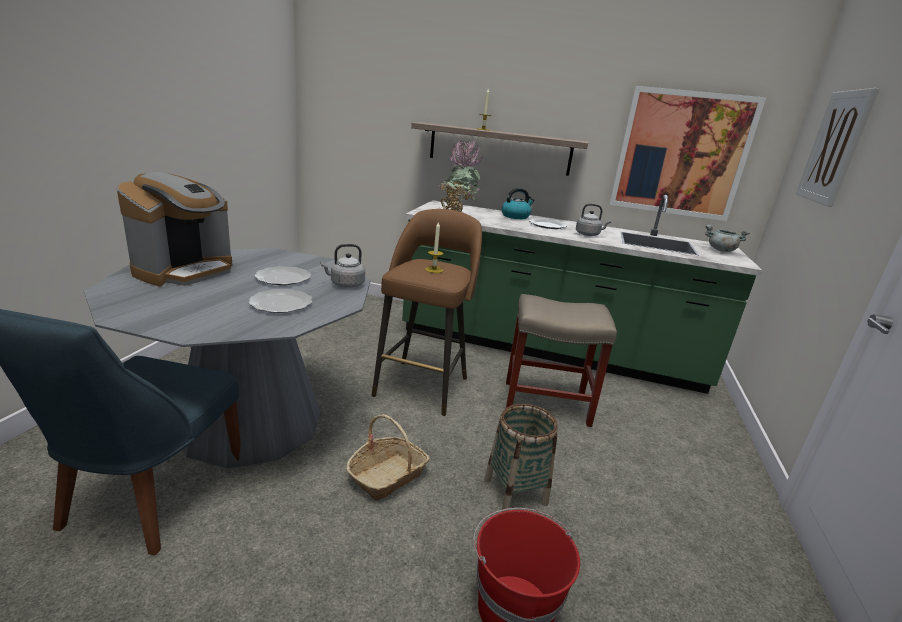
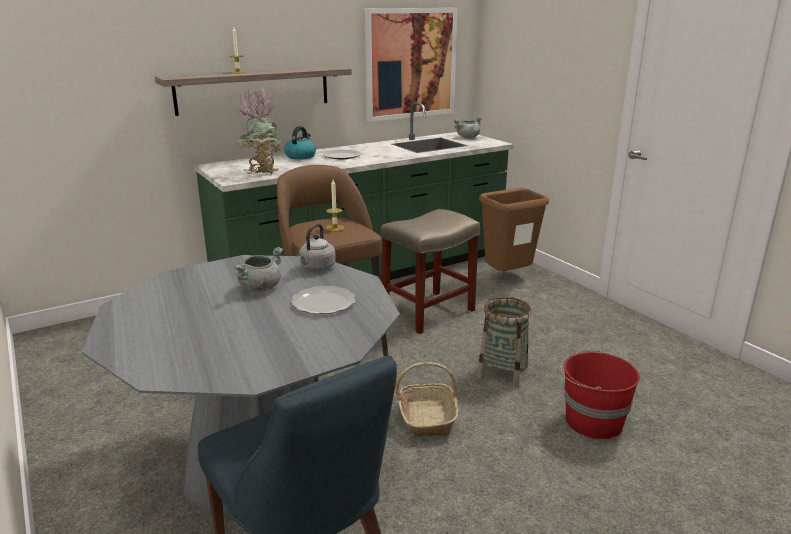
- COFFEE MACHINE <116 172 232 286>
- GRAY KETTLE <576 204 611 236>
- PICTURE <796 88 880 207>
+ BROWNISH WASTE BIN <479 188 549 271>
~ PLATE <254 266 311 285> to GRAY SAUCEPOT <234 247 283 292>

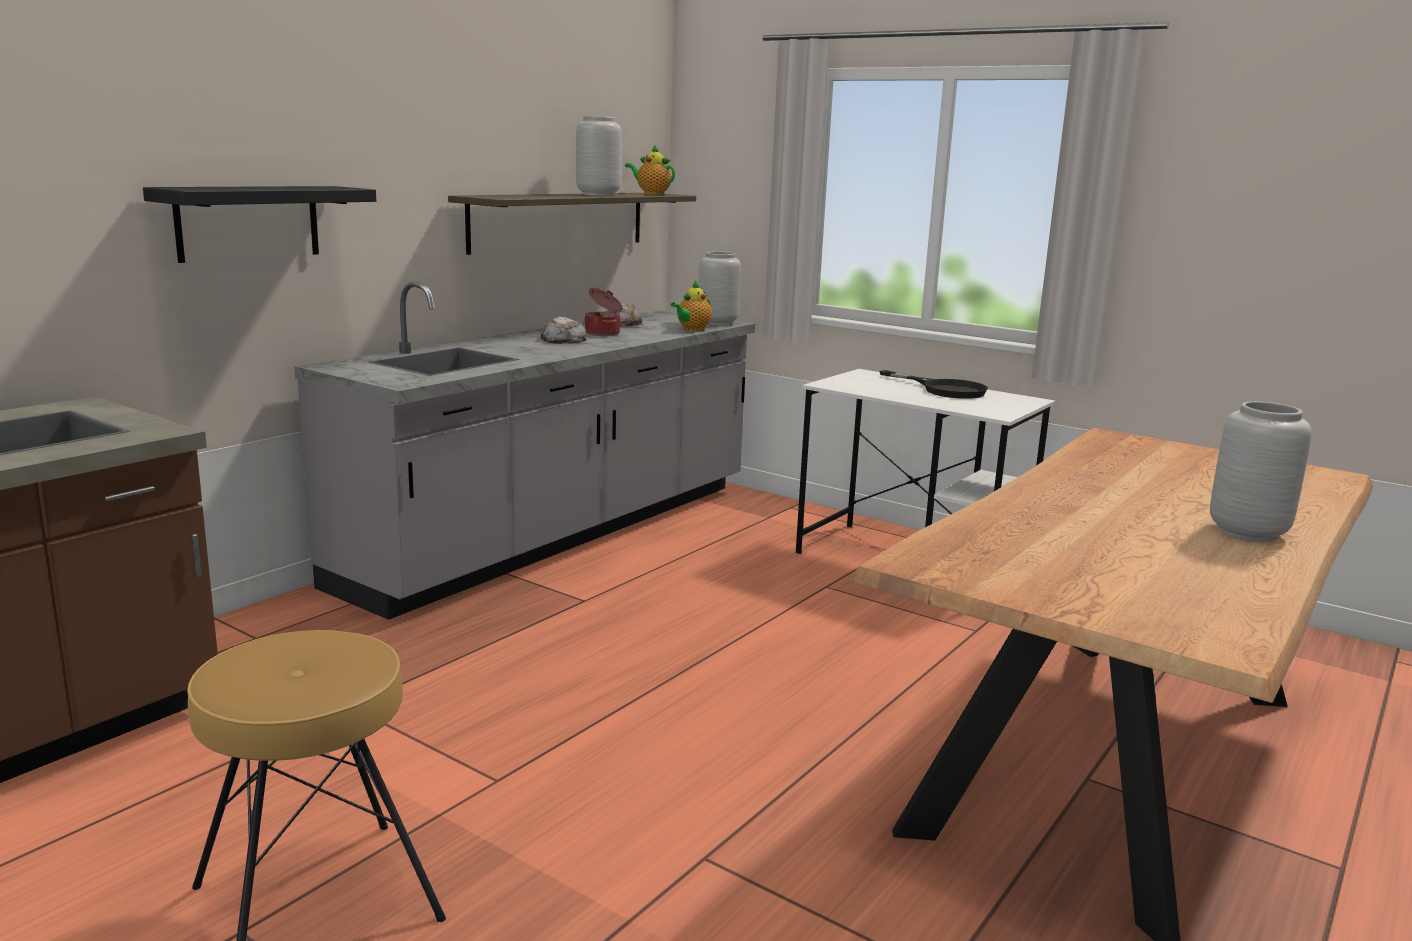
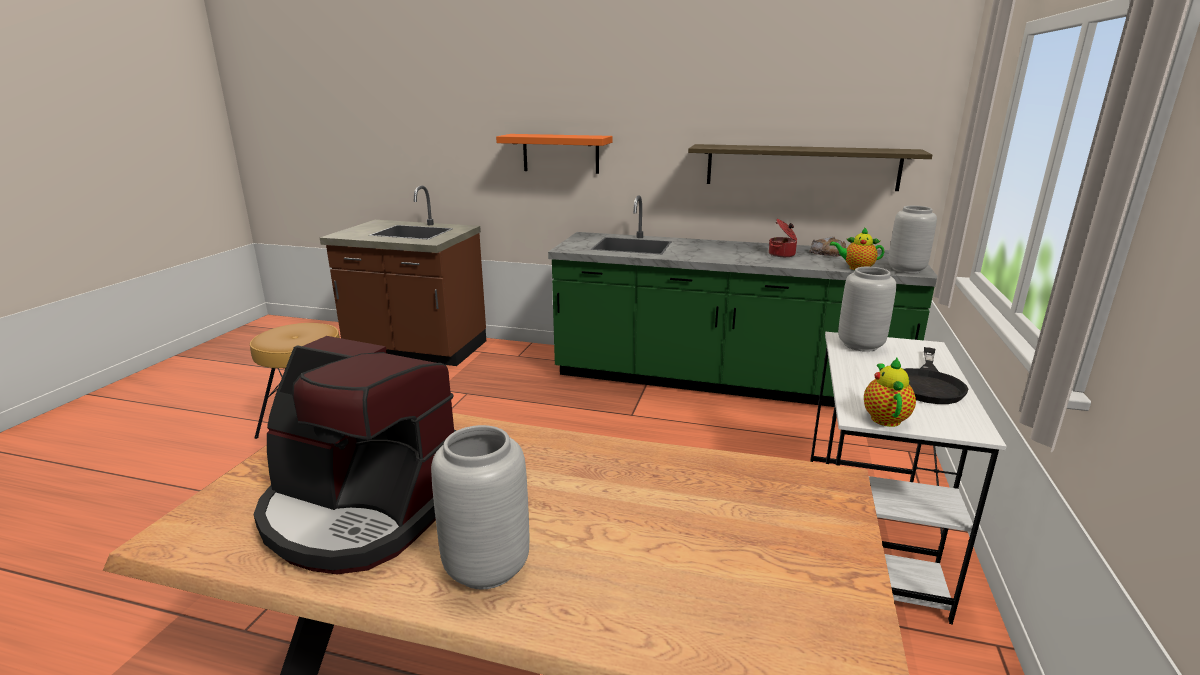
- BREAD <541 316 587 344>
+ COFFEE MACHINE <253 336 456 574>
~ GRAY FLOWER VASE <576 116 622 196> to <838 267 896 352>
~ POT FOR TEA <625 144 675 195> to <864 358 916 427>
~ BLACKISH SHELF <143 186 376 263> to ORANGE-COLOURED SHELF <496 134 612 174>
~ GRAY COUNTER <294 281 755 620> to GREEN-COLOURED COUNTER <548 195 937 407>

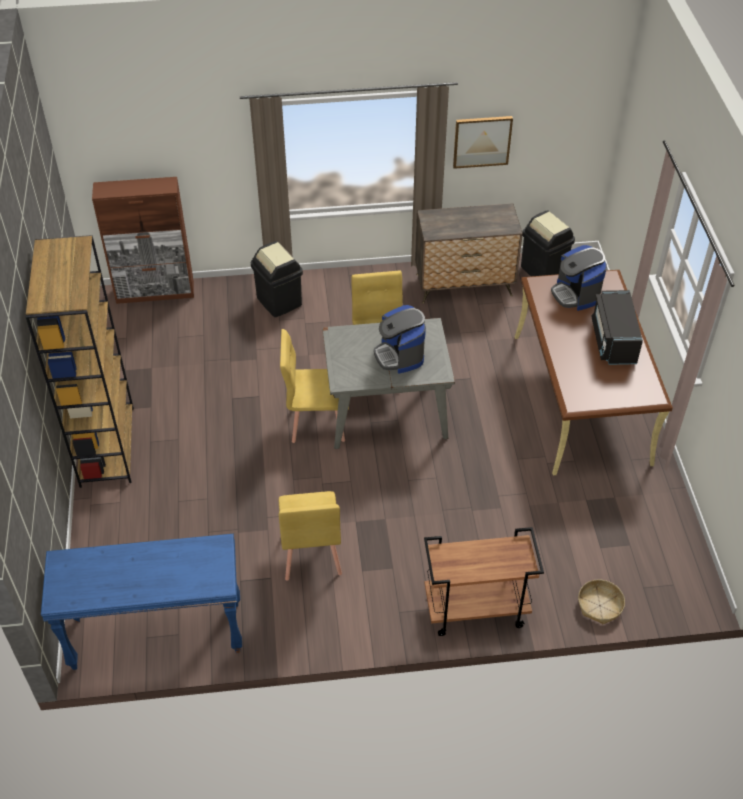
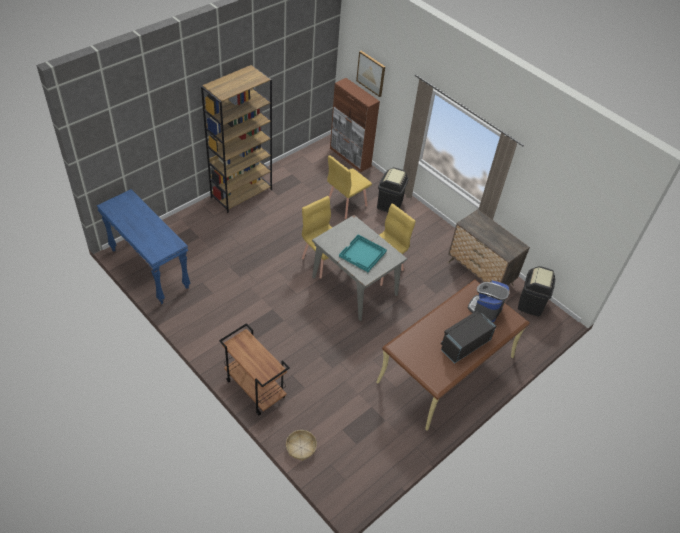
~ YELLOW-COLOURED UPRIGHT CHAIR <279 491 342 581> to <327 156 372 219>
~ PICTURE <453 116 513 169> to <356 51 385 97>
~ COFFEE MACHINE <374 305 426 374> to BLUE-GREEN SERVING TRAY <339 235 387 272>

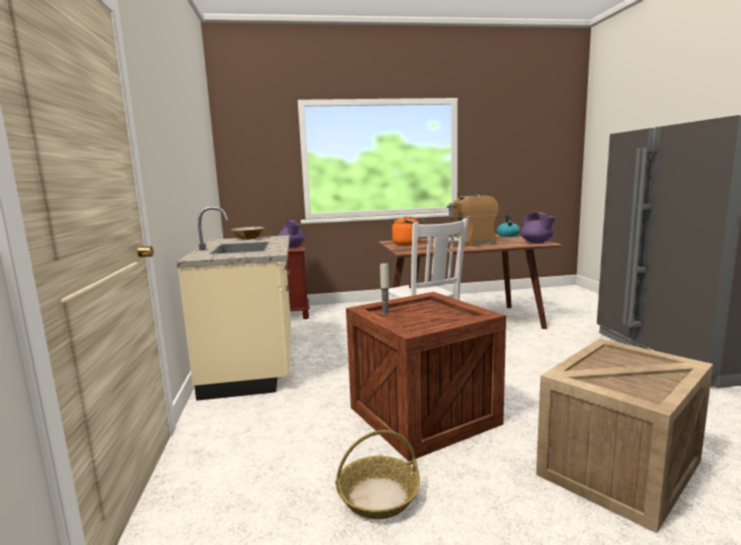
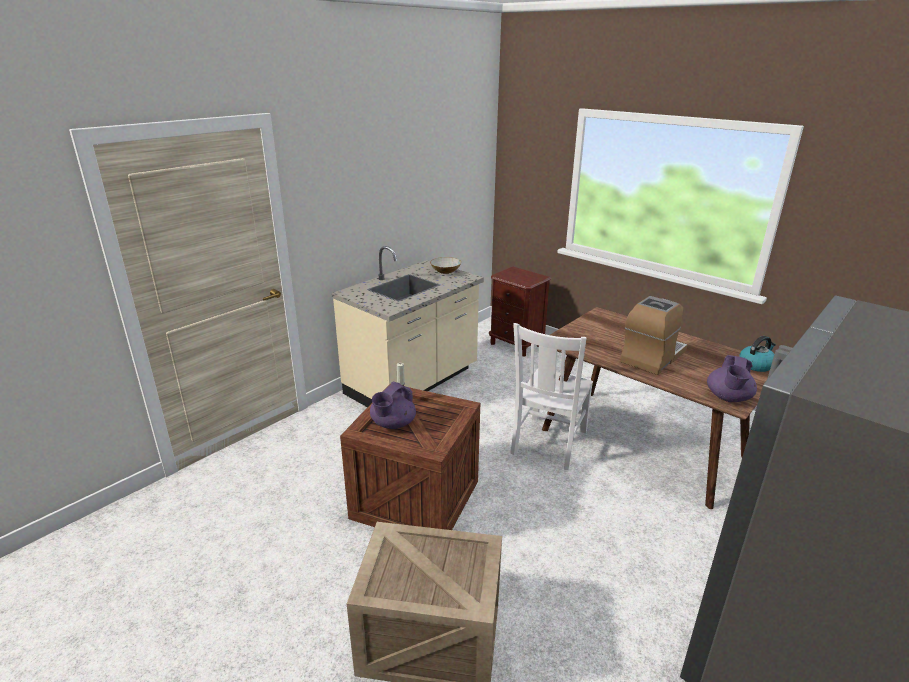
- BASKET <335 430 420 519>
- ORANGE-COLOURED KETTLE <392 216 424 245>
~ PURPLE-COLOURED POT FOR TEA <278 220 305 247> to <370 382 416 429>
~ COFFEE MACHINE <447 195 499 247> = <620 296 688 375> 90 degrees clockwise

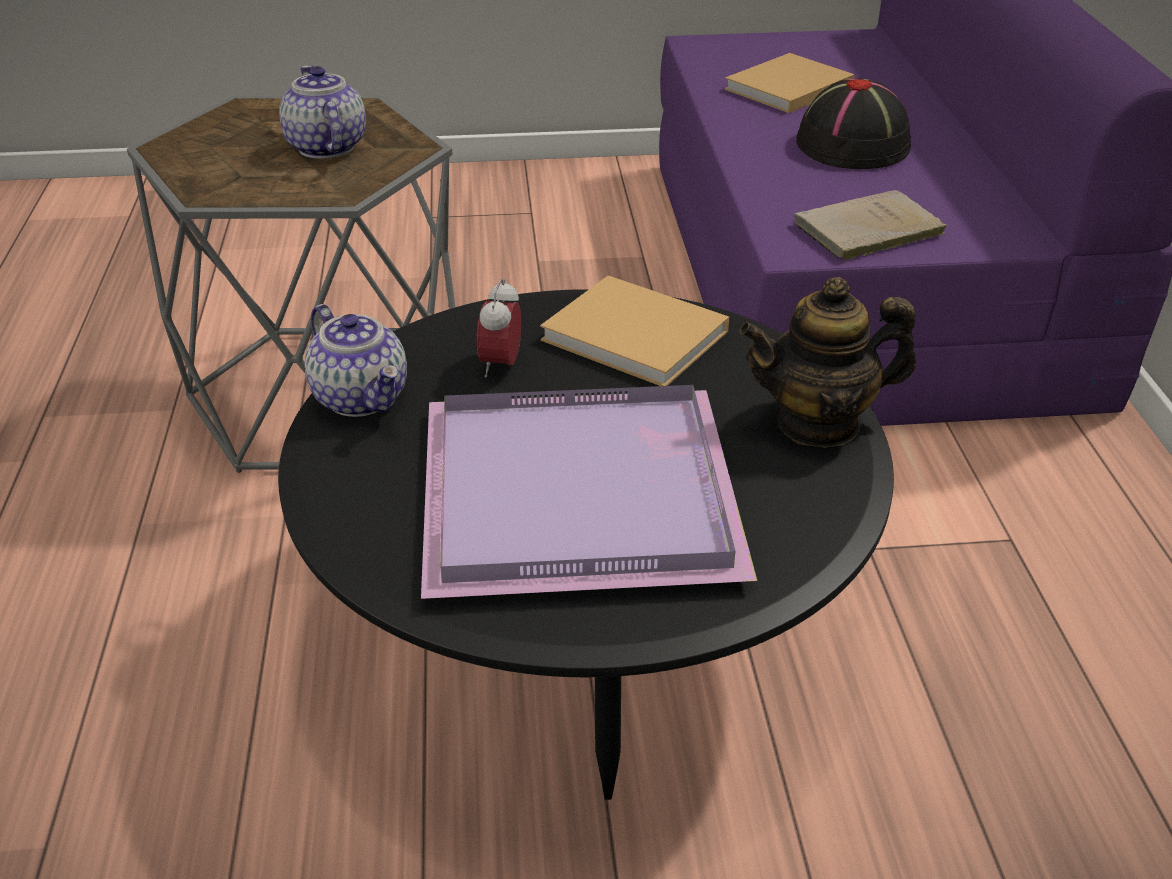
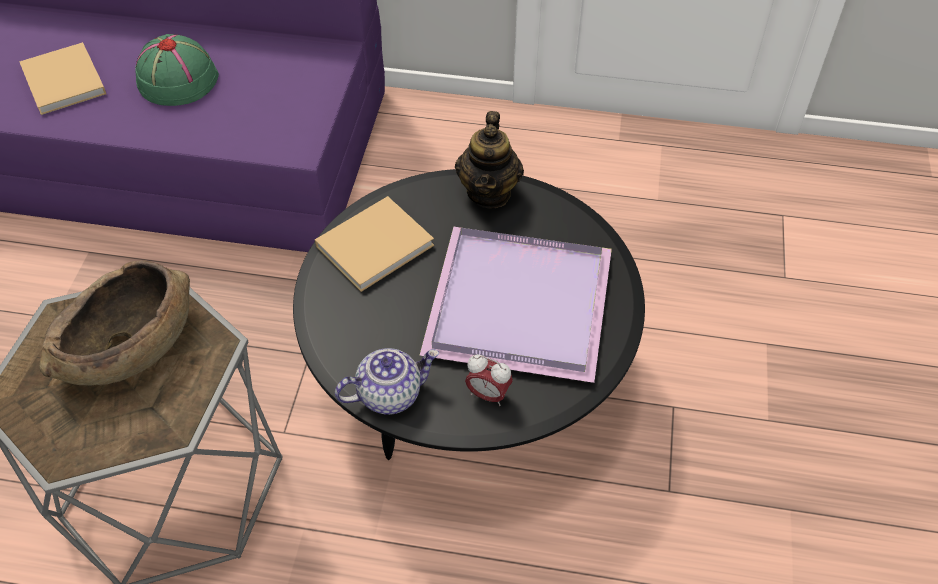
- BEIGE BOUND BOOK <794 190 947 262>
~ BEDSIDE CLOCK <476 278 521 377> to <465 354 513 406>
~ POT FOR TEA <279 65 366 159> to BROWNISH SERVING BOWL <39 260 190 385>
~ BLACKISH CLOTHING HAT <796 78 911 169> to GREEN-COLOURED CLOTHING HAT <135 34 219 106>

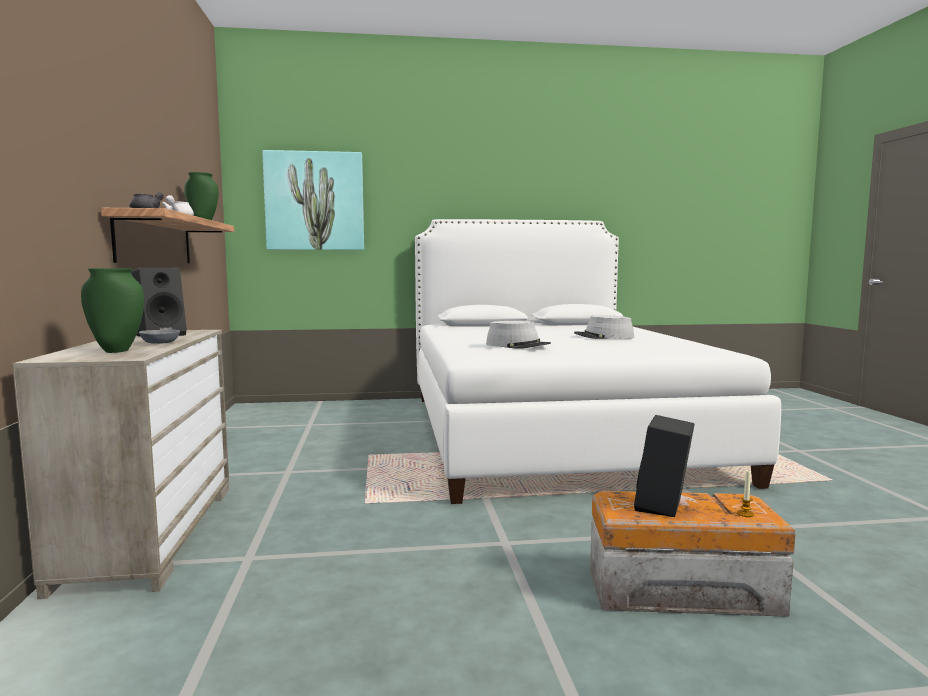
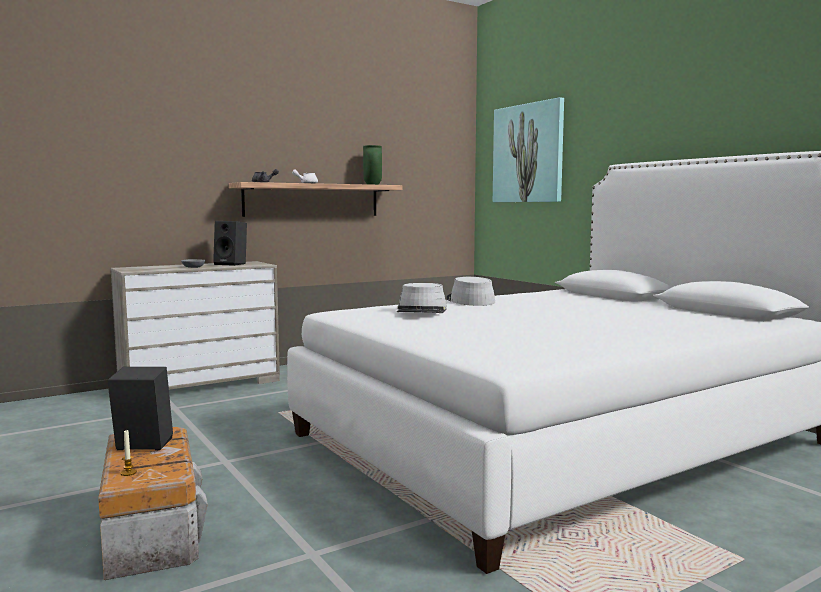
- GREEN-COLOURED FLOWER VASE <81 268 144 353>
~ GRAY CLOTHING HAT <574 315 634 339> to <447 277 495 306>

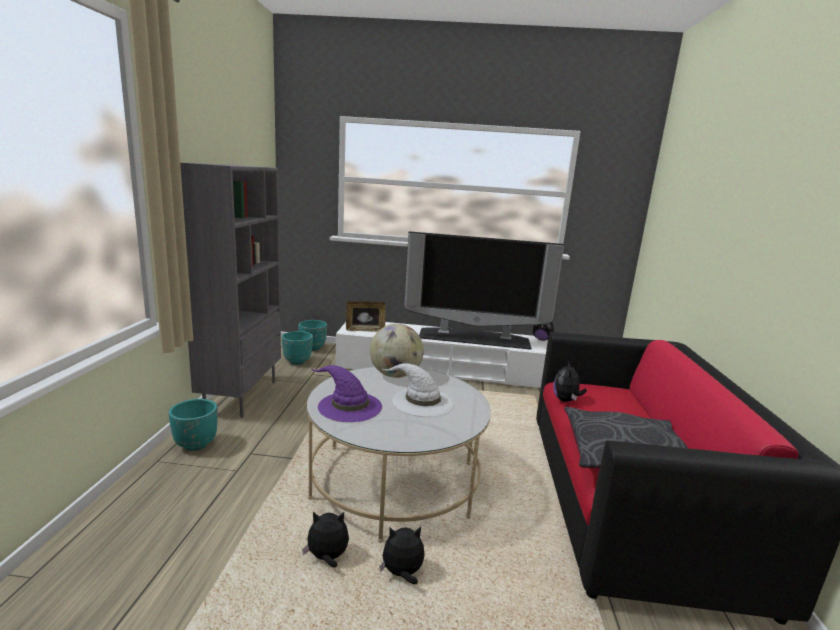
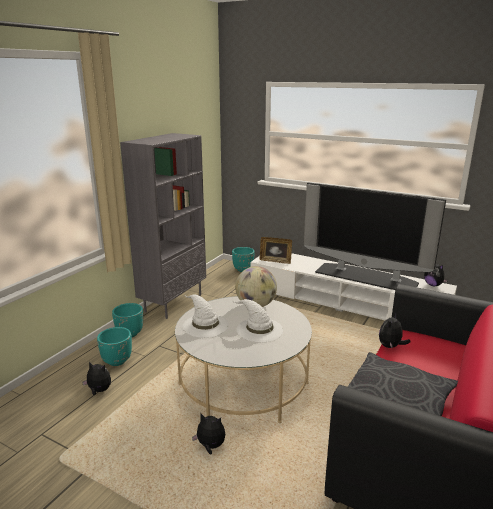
~ BLUE-GREEN FLOWER POT <282 331 313 365> to <97 327 132 366>
~ CUDDLY TOY <302 512 349 568> to <82 362 111 395>
~ PURPLE-COLOURED CLOTHING HAT <312 365 382 422> to WHITISH CLOTHING HAT <183 294 229 338>

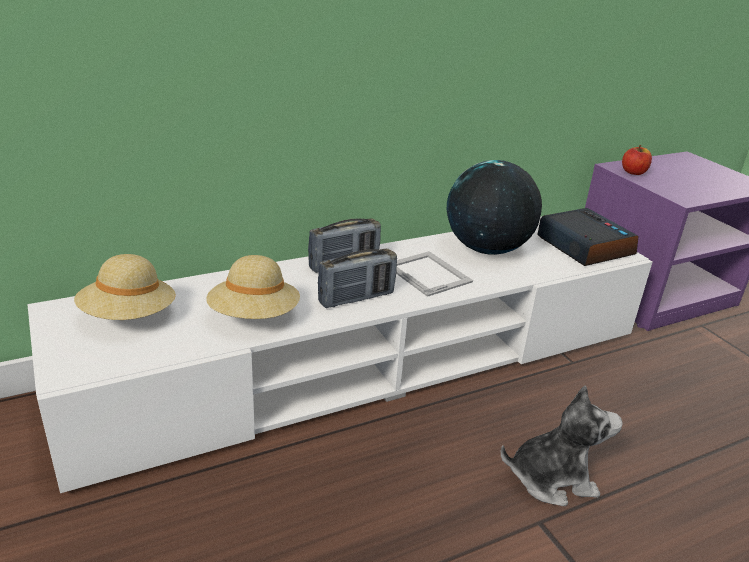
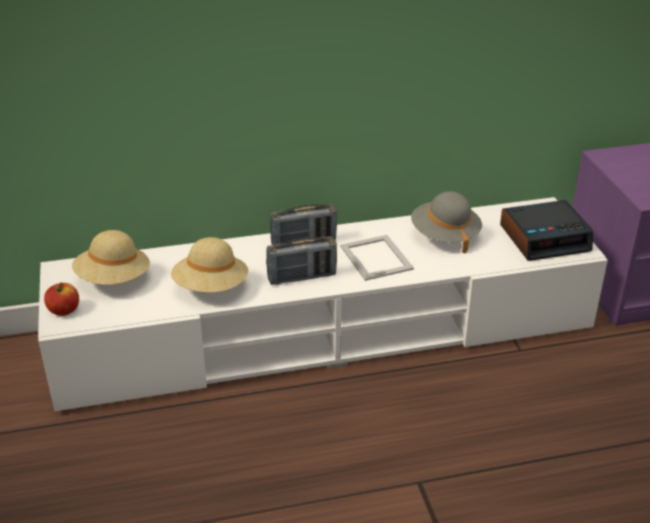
- CUDDLY TOY <501 385 622 506>
~ APPLE FRUIT <622 145 652 175> to <44 282 79 316>
~ WORLD GLOBE <447 160 542 255> to GRAY CLOTHING HAT <411 191 482 253>
~ BEDSIDE CLOCK <537 208 639 266> = <500 200 594 261> 90 degrees clockwise

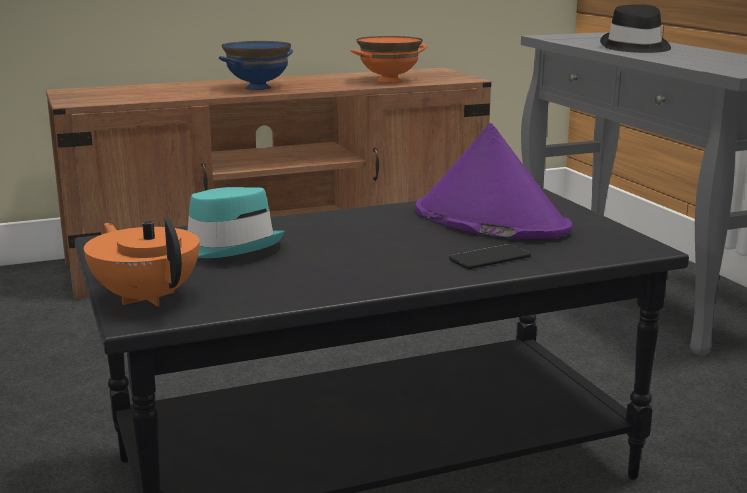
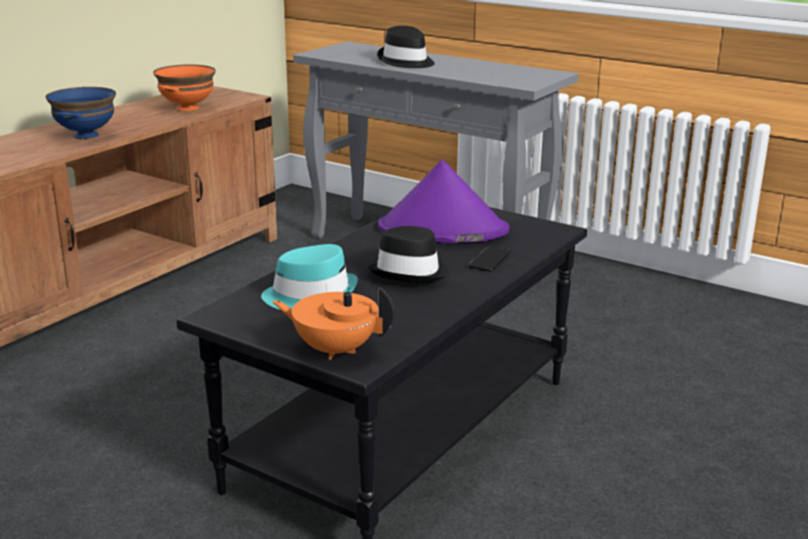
+ BLACKISH CLOTHING HAT <367 226 449 283>

